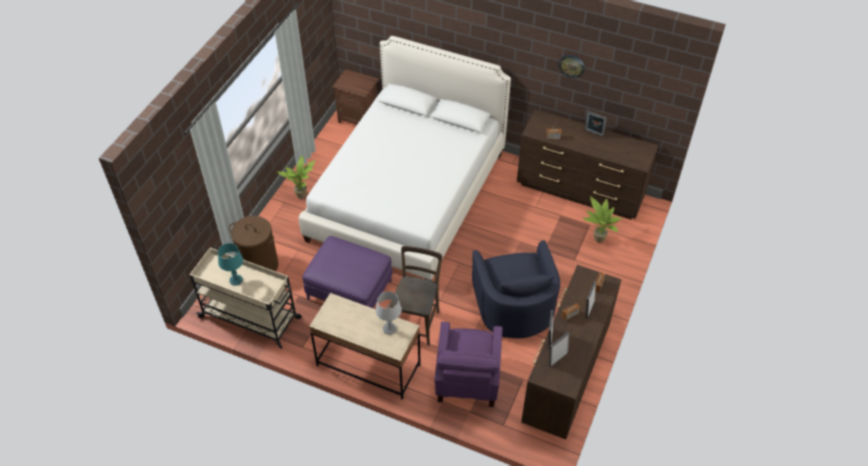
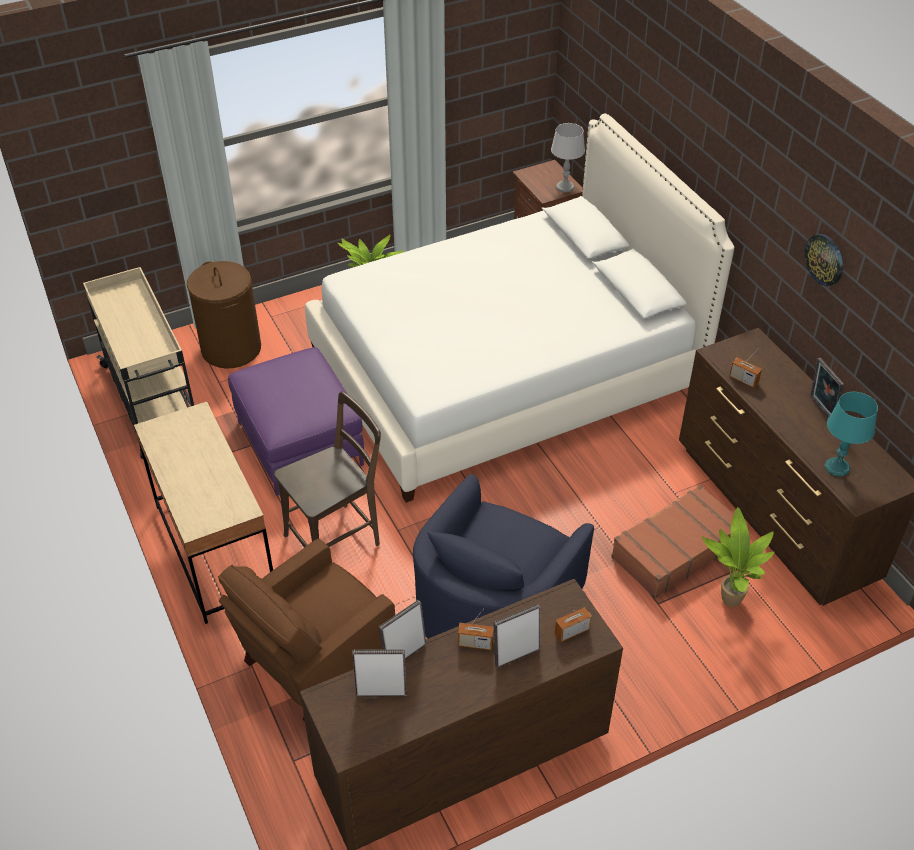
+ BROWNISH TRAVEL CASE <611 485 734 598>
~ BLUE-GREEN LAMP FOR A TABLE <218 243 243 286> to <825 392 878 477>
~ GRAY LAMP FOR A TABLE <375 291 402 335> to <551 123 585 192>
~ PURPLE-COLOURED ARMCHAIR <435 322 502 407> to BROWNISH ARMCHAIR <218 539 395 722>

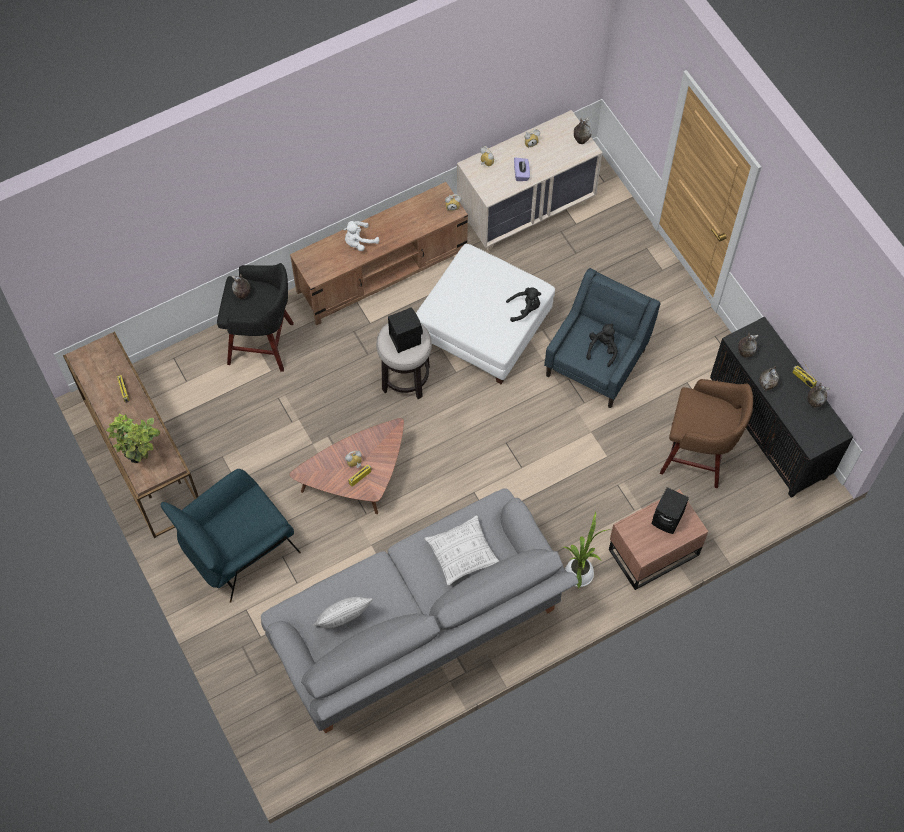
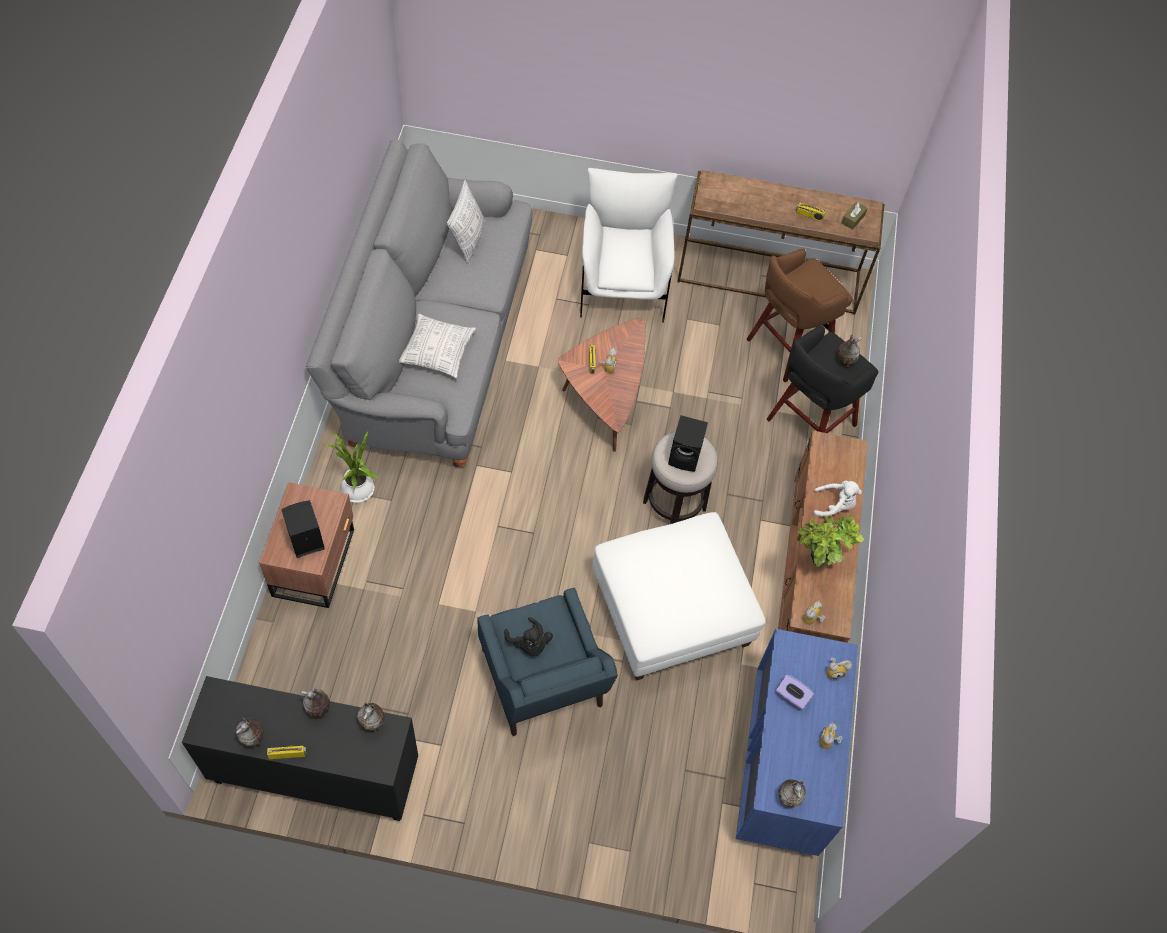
- BLACKISH CUDDLY TOY <506 288 541 322>
+ BROWNISH TISSUE HOLDER <841 202 868 230>
~ POTTED PLANT <106 414 160 463> to <797 515 864 567>
~ BROWNISH STOOL SEAT <660 379 753 489> to <746 249 853 382>
~ BLUE-COLOURED ARMCHAIR <161 469 301 603> to WHITISH ARMCHAIR <580 168 678 323>
~ BEIGE DRESSER <457 110 602 251> to BLUE-COLOURED DRESSER <736 629 858 856>
~ WHITISH CUDDLY TOY <344 221 379 251> = <813 480 862 516> 90 degrees clockwise

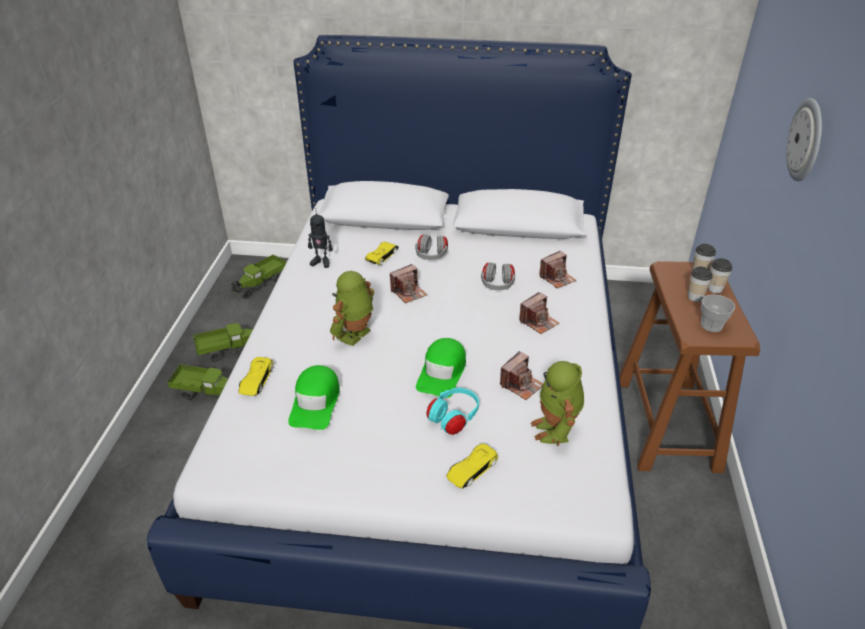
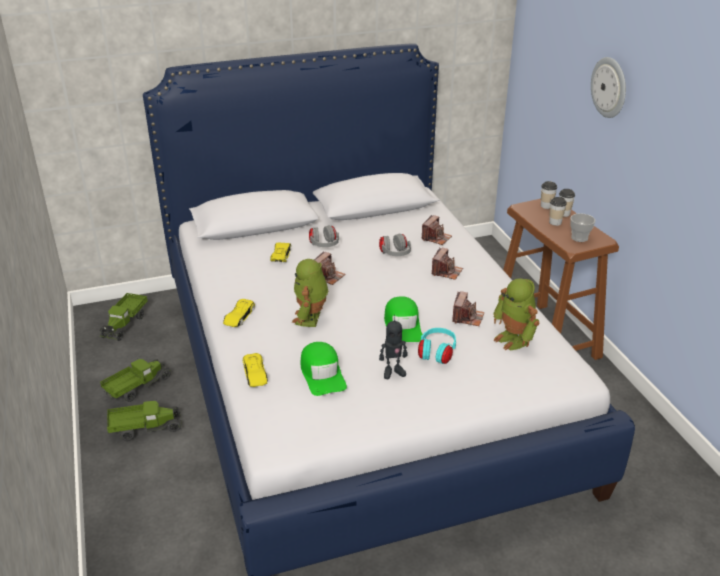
~ MODEL ROBOT <308 208 333 268> to <379 315 408 379>
~ YELLOW-COLOURED MODEL CAR <446 444 498 489> to <223 299 255 327>

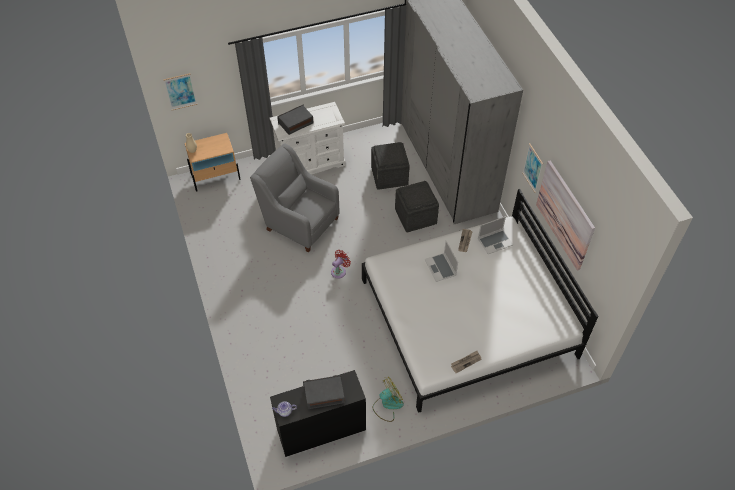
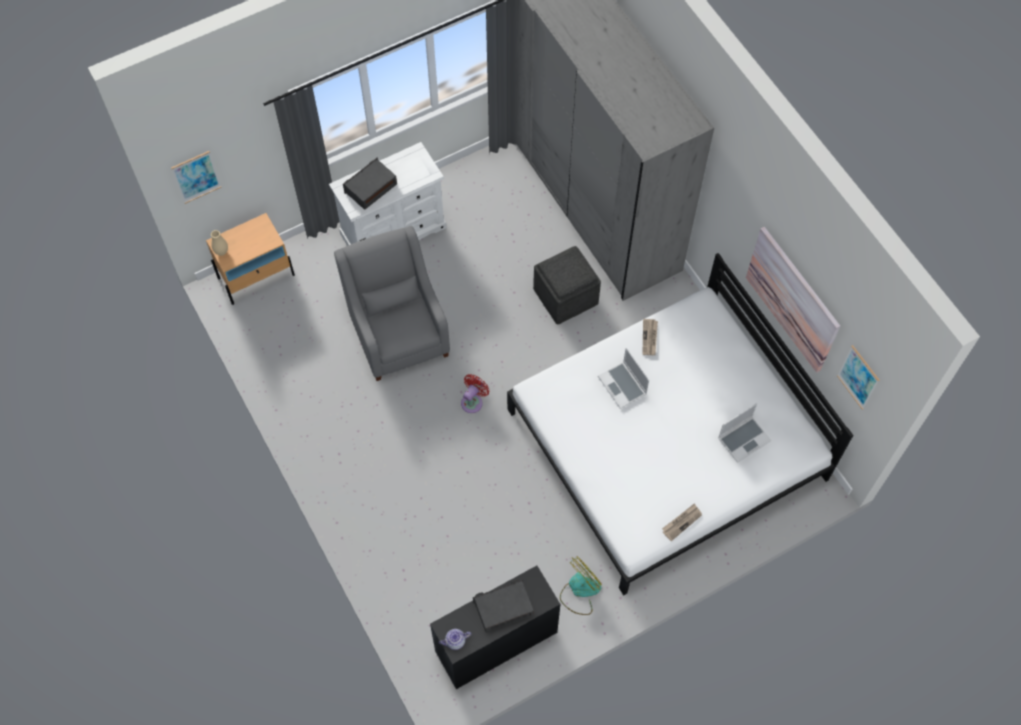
- GRAY OTTOMAN <371 142 410 190>
~ PORTABLE COMPUTER <478 216 513 254> to <718 403 772 463>
~ PICTURE <522 143 543 193> to <837 345 879 410>
~ GRAY ARMCHAIR <250 143 340 253> = <334 226 450 381> 45 degrees clockwise

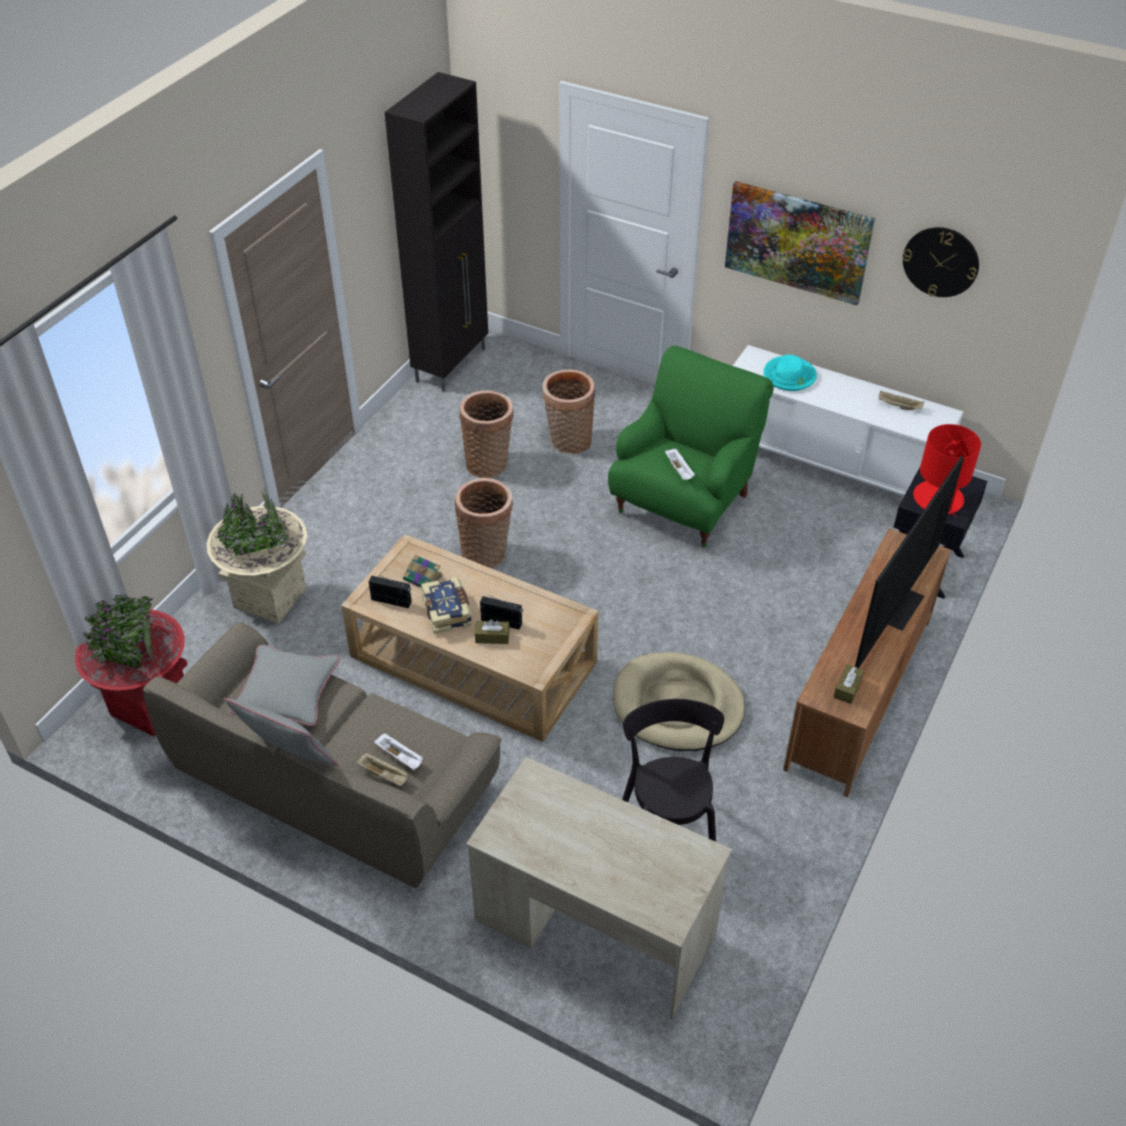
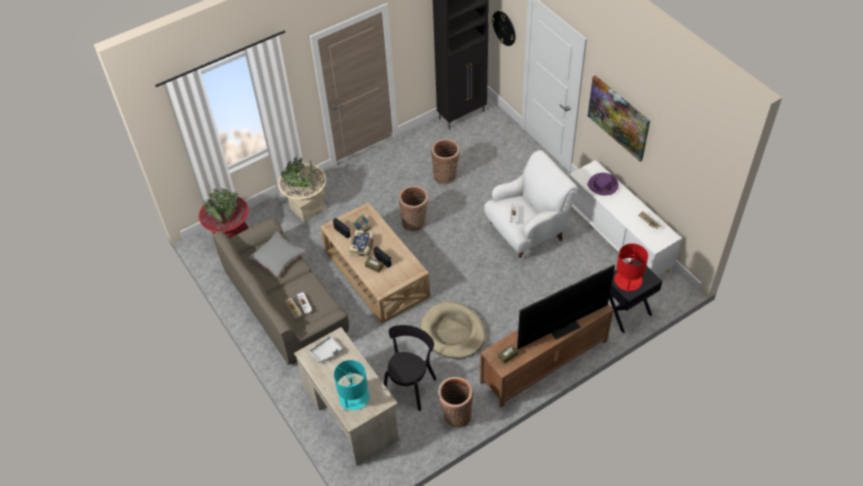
- GRAY CUSHION <223 698 339 766>
+ GRAY SERVING TRAY <309 336 343 363>
+ BLUE-GREEN LAMP FOR A TABLE <334 360 369 412>
~ BASKET <542 369 595 454> to <438 377 473 428>
~ WALL CLOCK <903 227 979 297> to <492 11 515 46>
~ GREEN-COLOURED ARMCHAIR <608 346 774 548> to WHITISH ARMCHAIR <484 150 578 260>
~ BLUE-GREEN CLOTHING HAT <764 355 817 391> to PURPLE-COLOURED CLOTHING HAT <587 173 619 195>

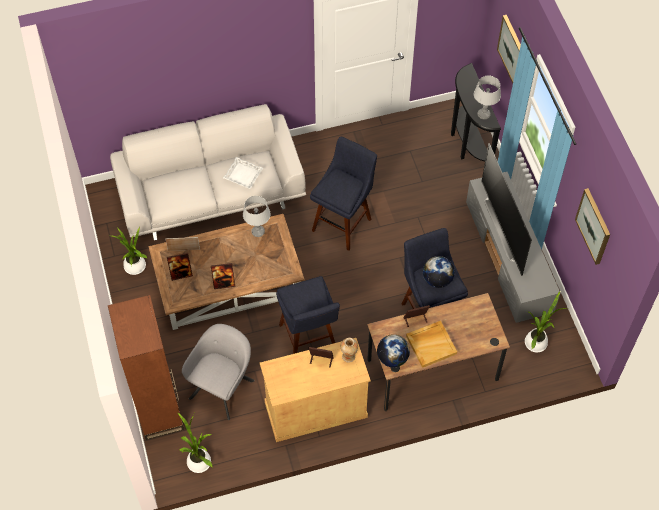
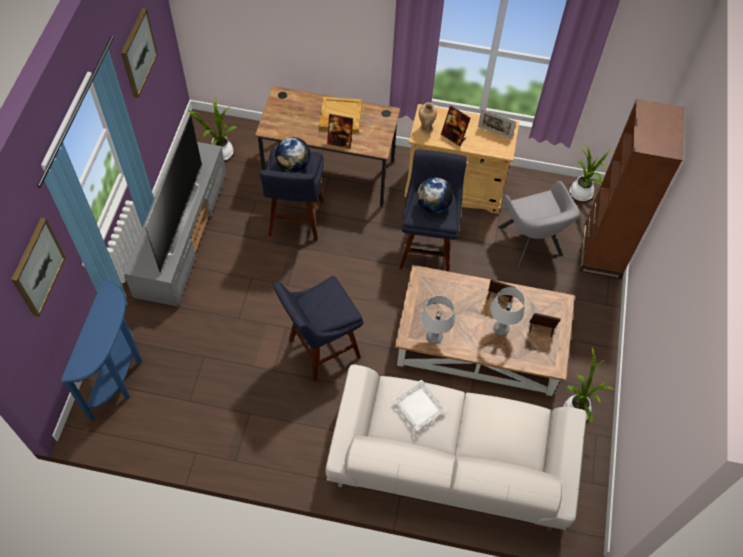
~ PHOTO FRAME <165 237 200 251> to <478 109 516 139>
~ WORLD GLOBE <377 334 410 367> to <417 177 453 213>
~ GRAY LAMP FOR A TABLE <474 76 501 119> to <490 287 525 336>
~ BLACKISH HALL TABLE <451 63 501 161> to BLUE-COLOURED HALL TABLE <61 279 142 421>
~ GRAY ARMCHAIR <182 324 255 420> = <498 181 580 268> 75 degrees counterclockwise

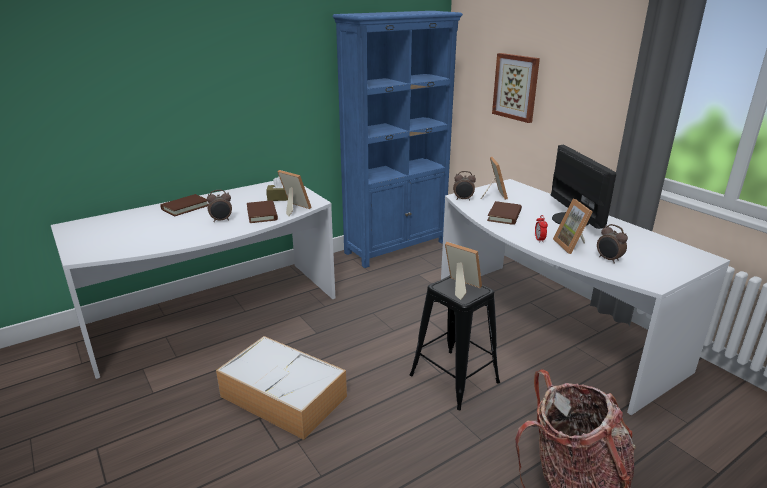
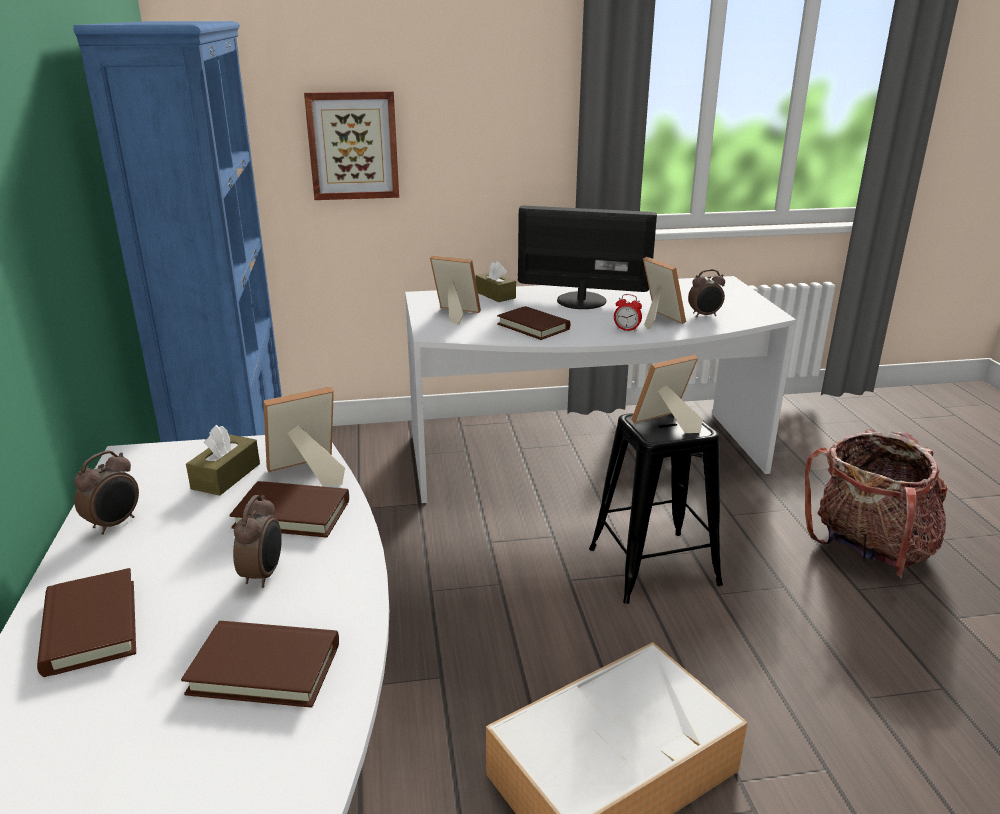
+ BROWNISH BOUND BOOK <181 621 339 708>
+ BROWNISH TISSUE HOLDER <475 261 516 302>
~ BEDSIDE CLOCK <453 171 476 201> to <74 450 139 535>
~ PHOTO FRAME <553 199 593 254> = <643 257 686 329> 135 degrees counterclockwise

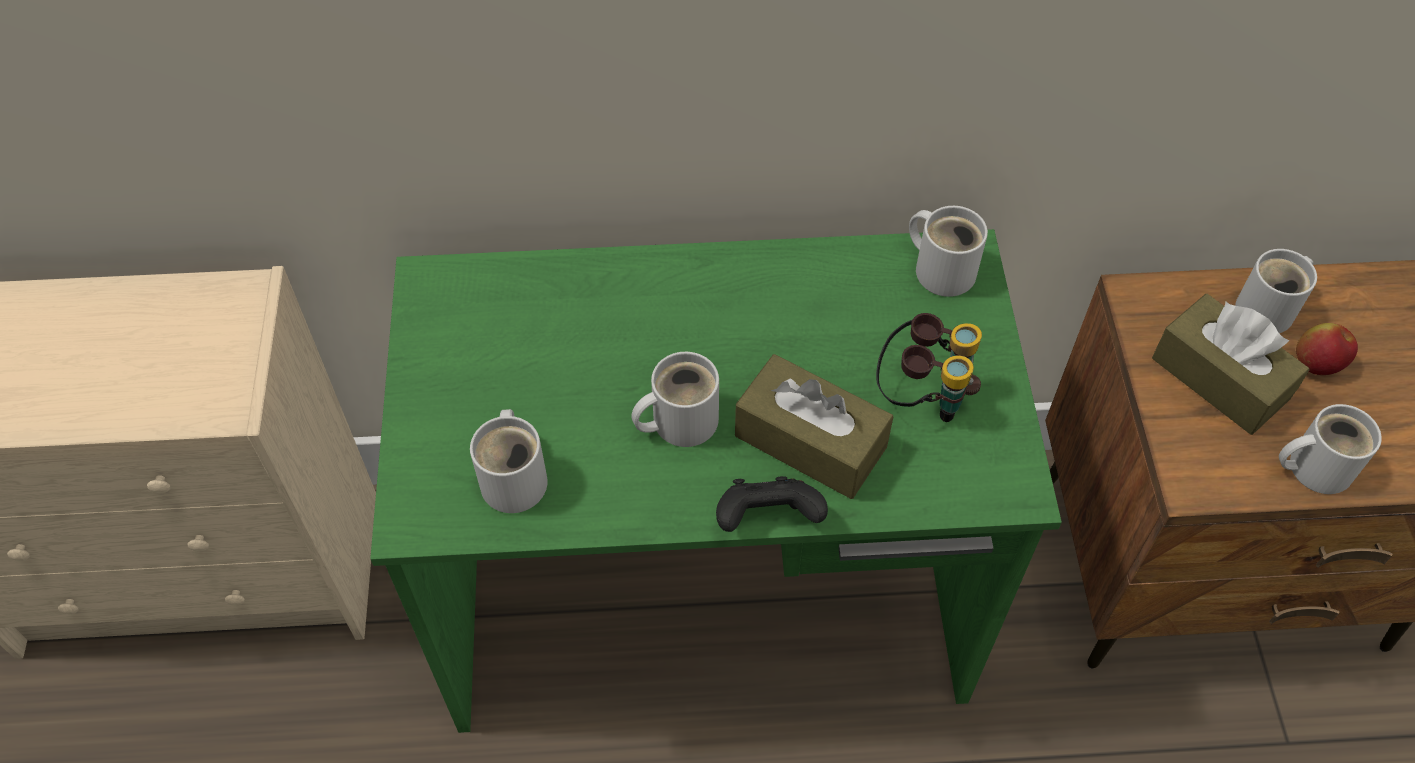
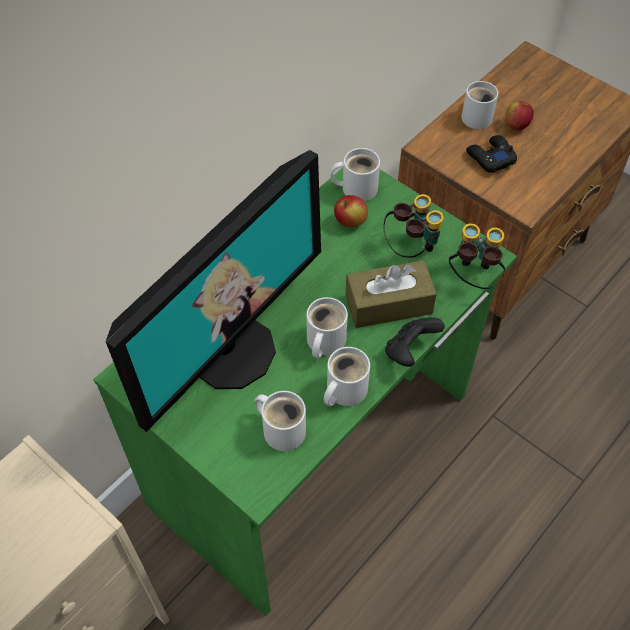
+ MONITOR <105 150 321 432>
+ APPLE FRUIT <334 195 368 227>
+ FIELD GLASSES <449 223 506 289>
~ WHITISH COFFEE MUG <1279 404 1382 494> to <324 347 370 406>
~ BROWNISH TISSUE HOLDER <1152 294 1310 435> to BLACKISH GAMEPAD <466 135 517 173>

